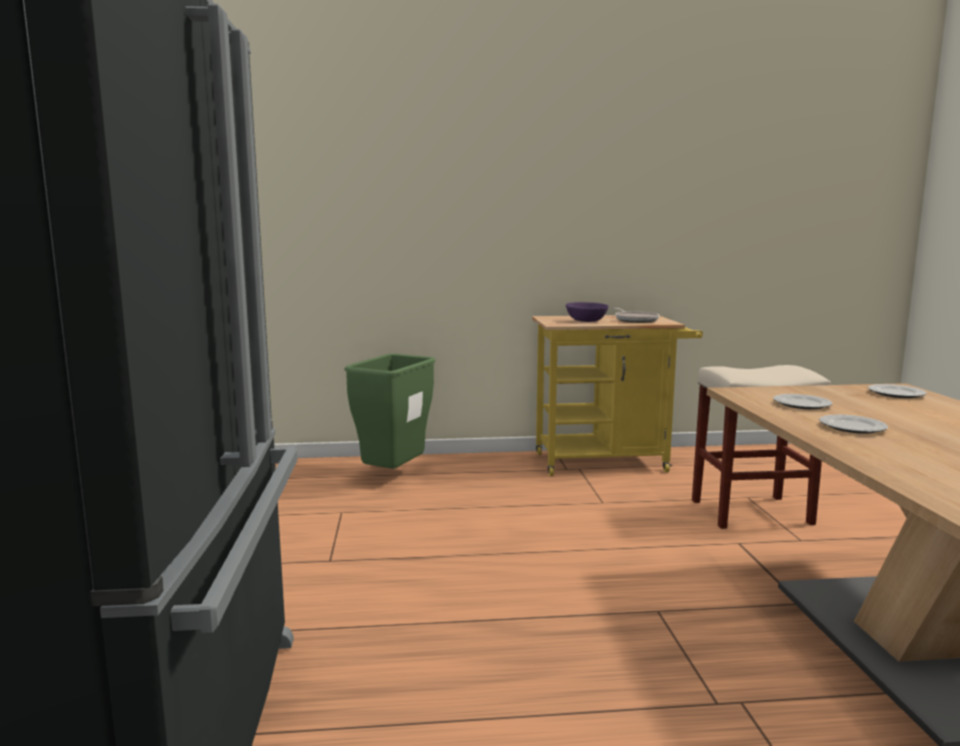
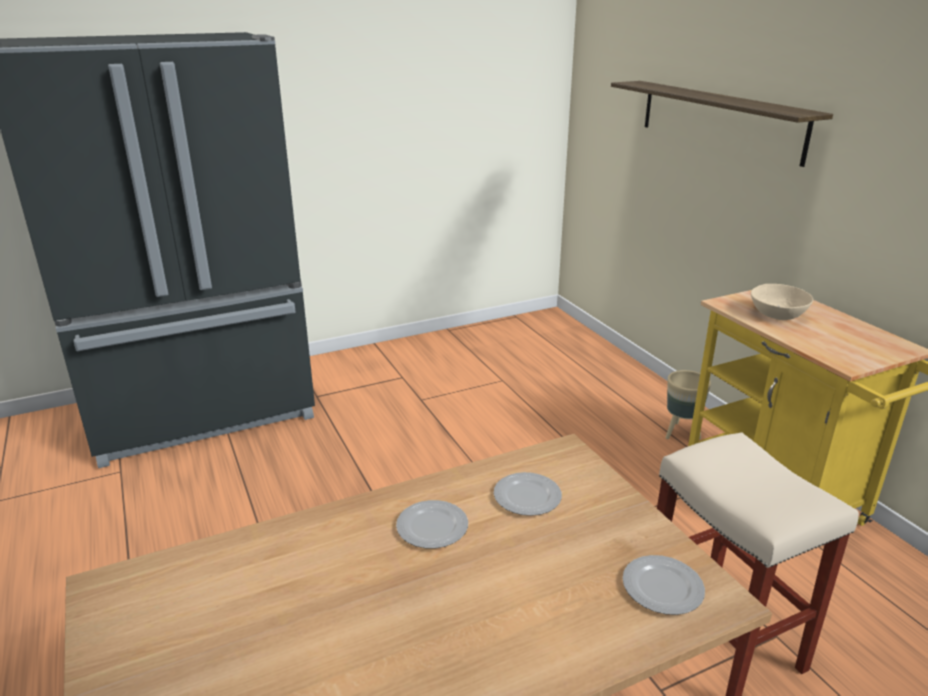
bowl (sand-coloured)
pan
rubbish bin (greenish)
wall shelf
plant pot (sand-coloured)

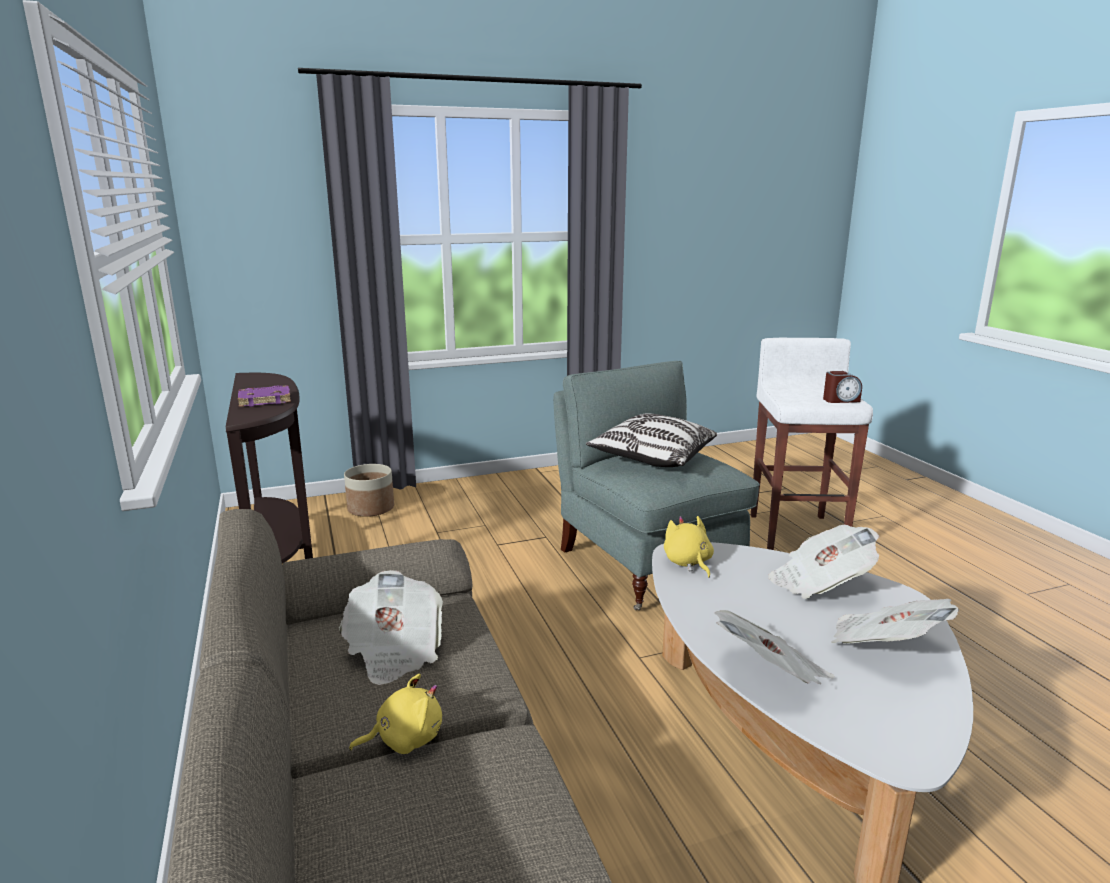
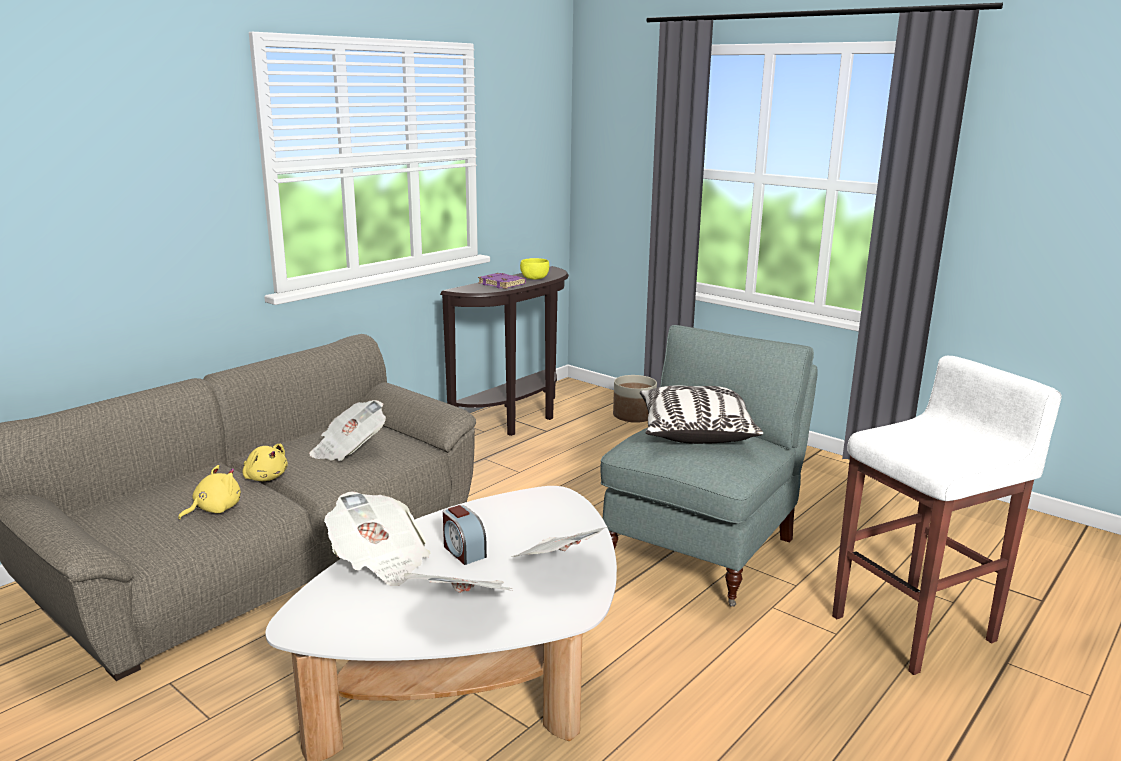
table clock
cuddly toy (yellow-coloured) (no. 1 from left)
bowl (yellow-coloured)

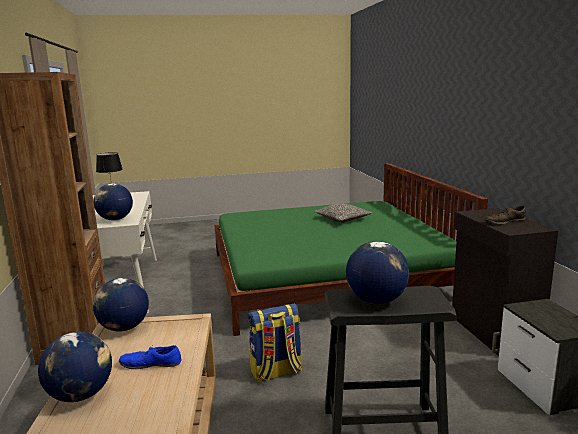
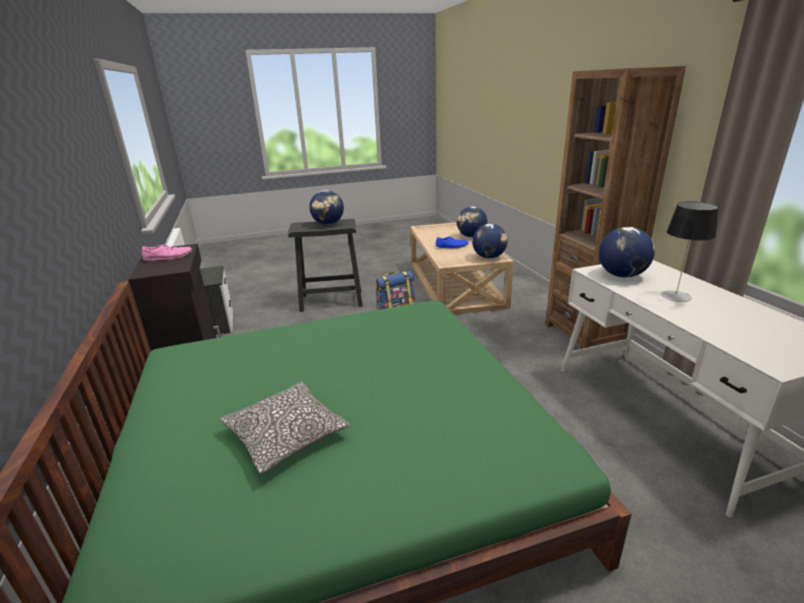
item of footwear (pink)

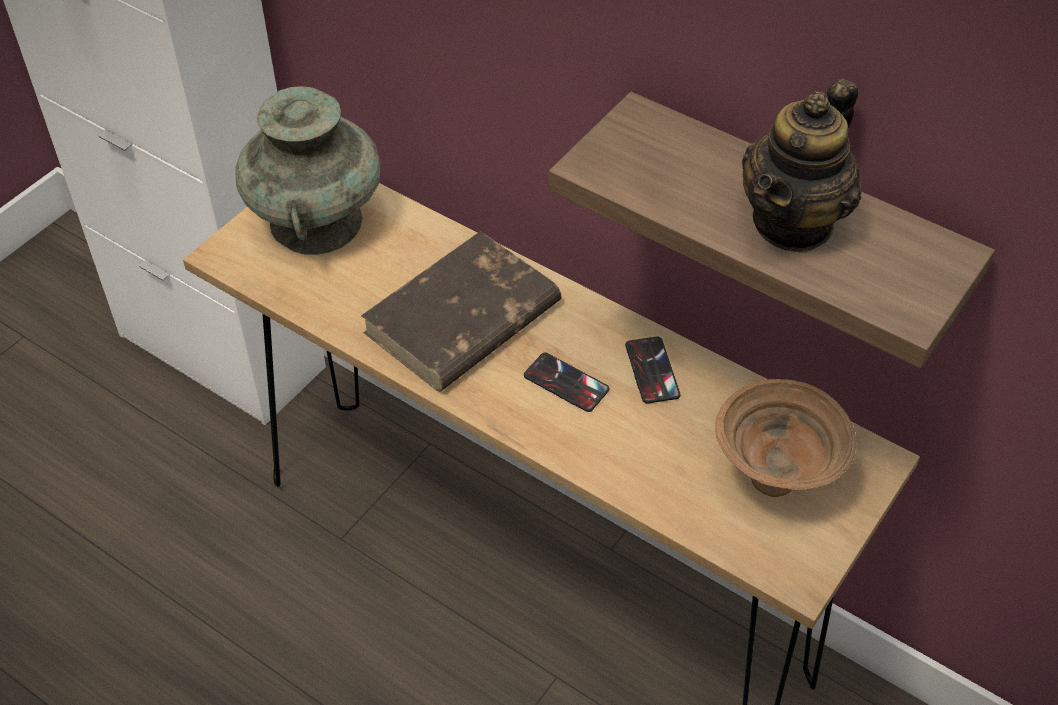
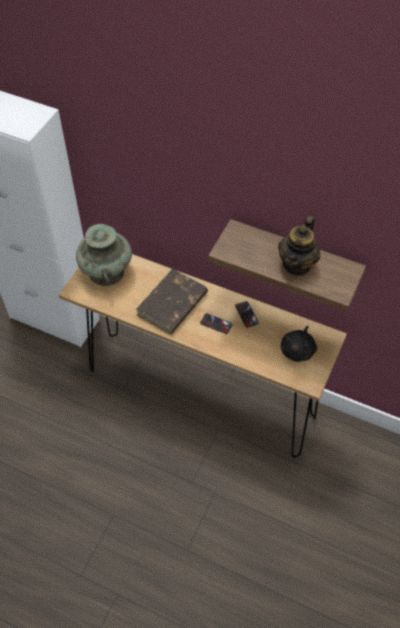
cuddly toy (black)

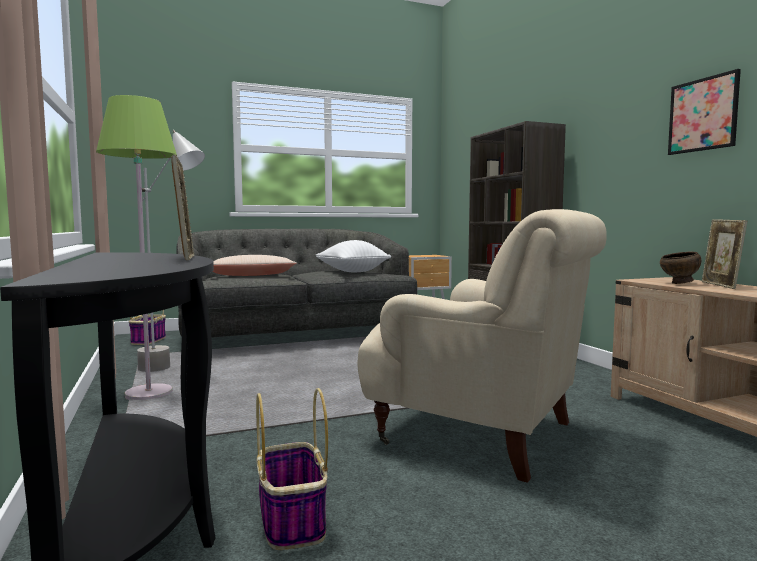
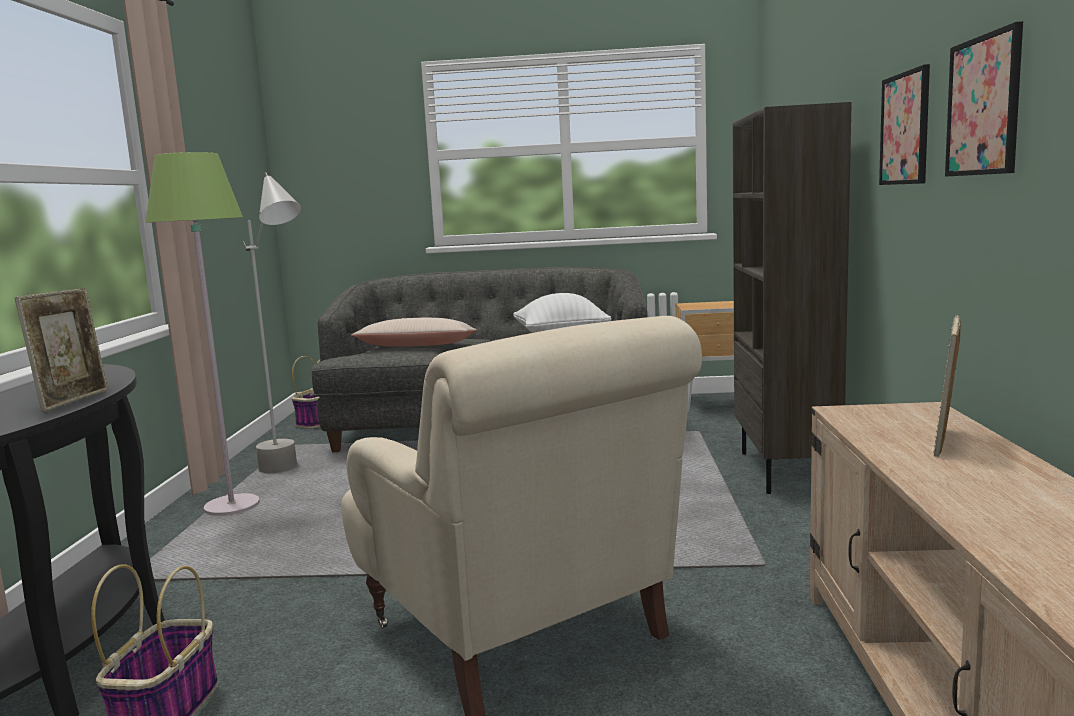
bowl (brown)
picture (no. 1 from left)

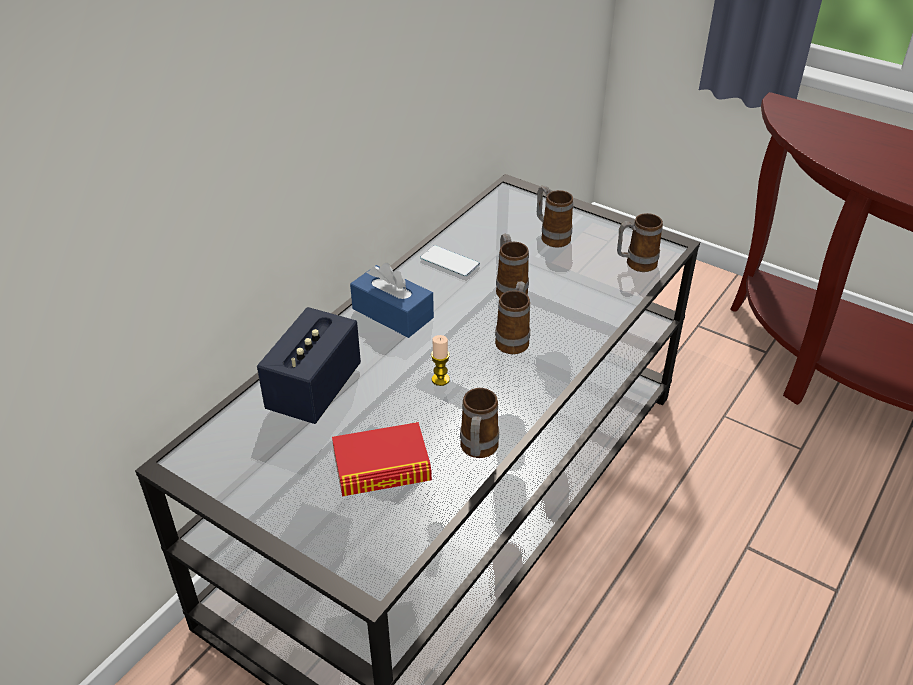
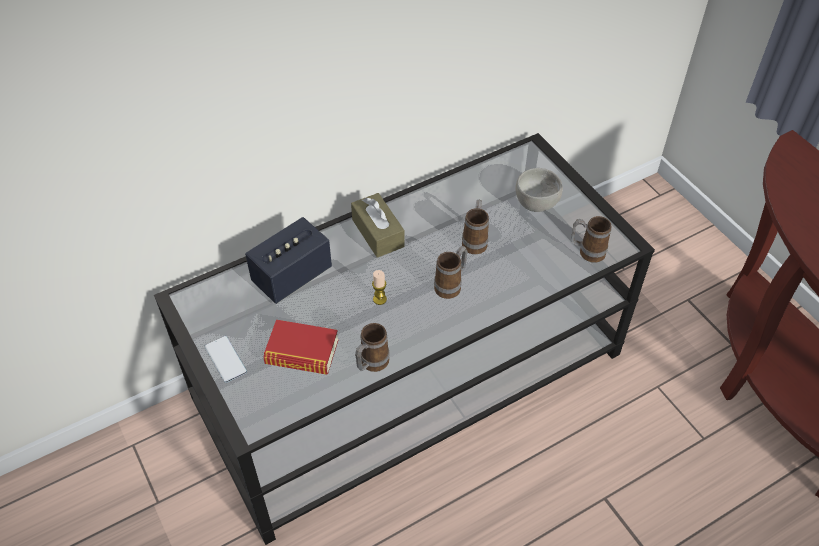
bowl (gray)
telephone
box of tissues (brown)

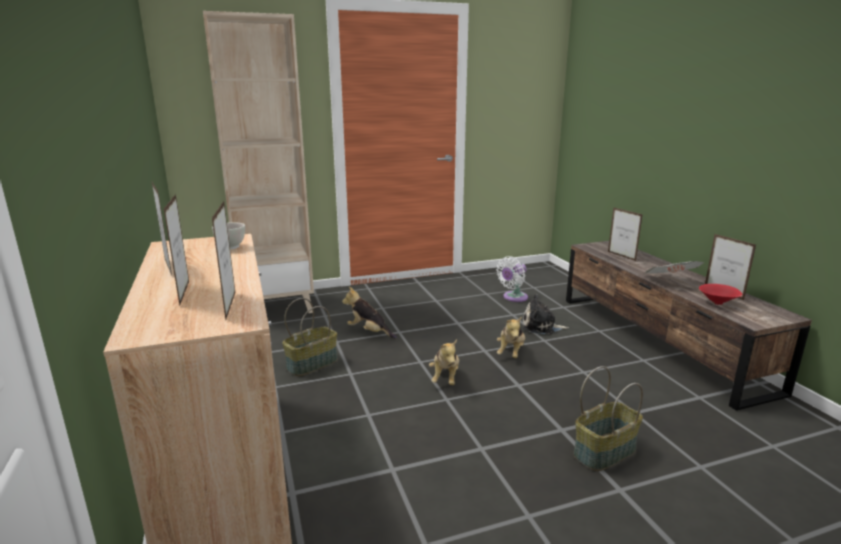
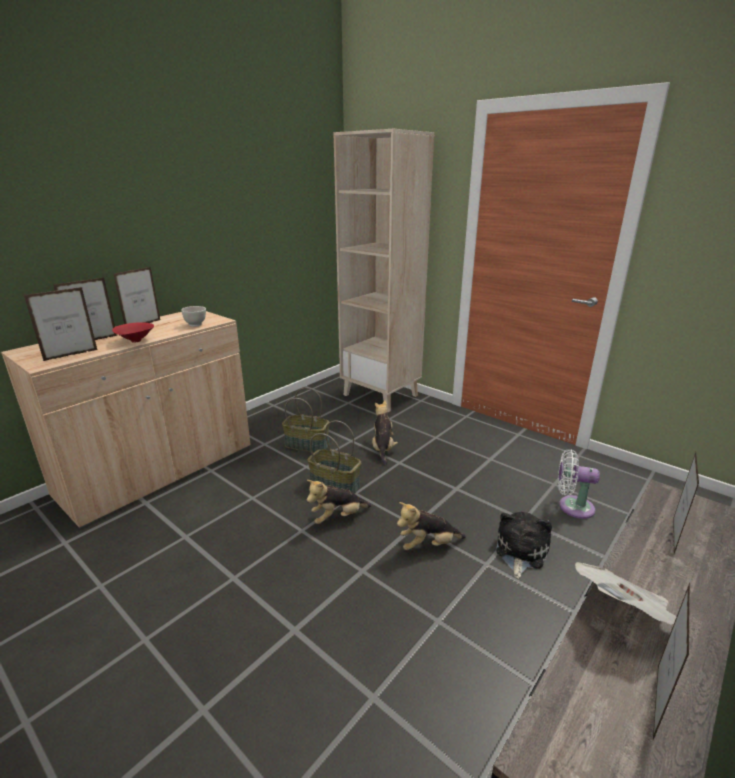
bowl (reddish)
cuddly toy (no. 4 from left)
storage basket (no. 2 from left)

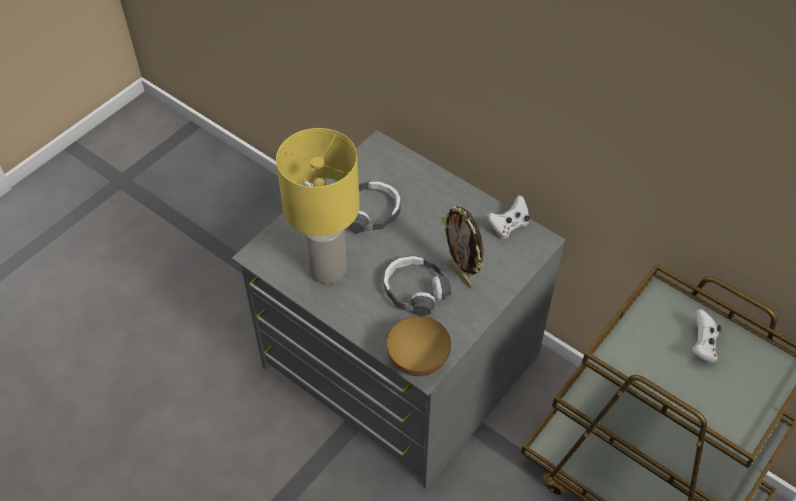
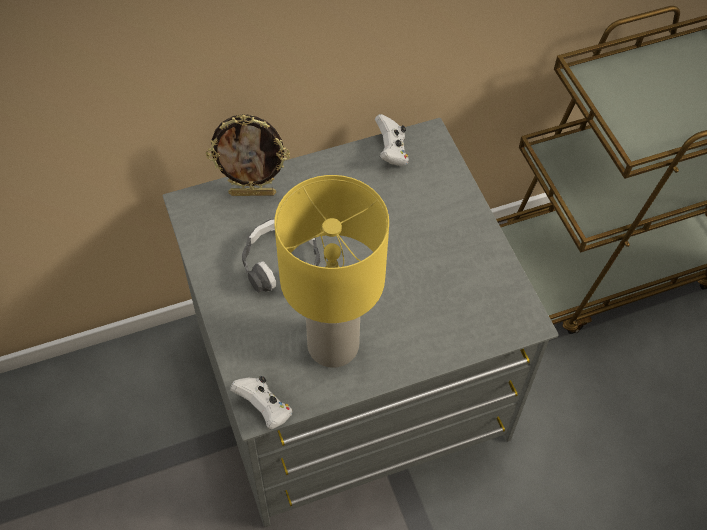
picture frame
headphones (no. 2 from left in the first image)
gamepad (white-coloured) (no. 1 from left)
bowl

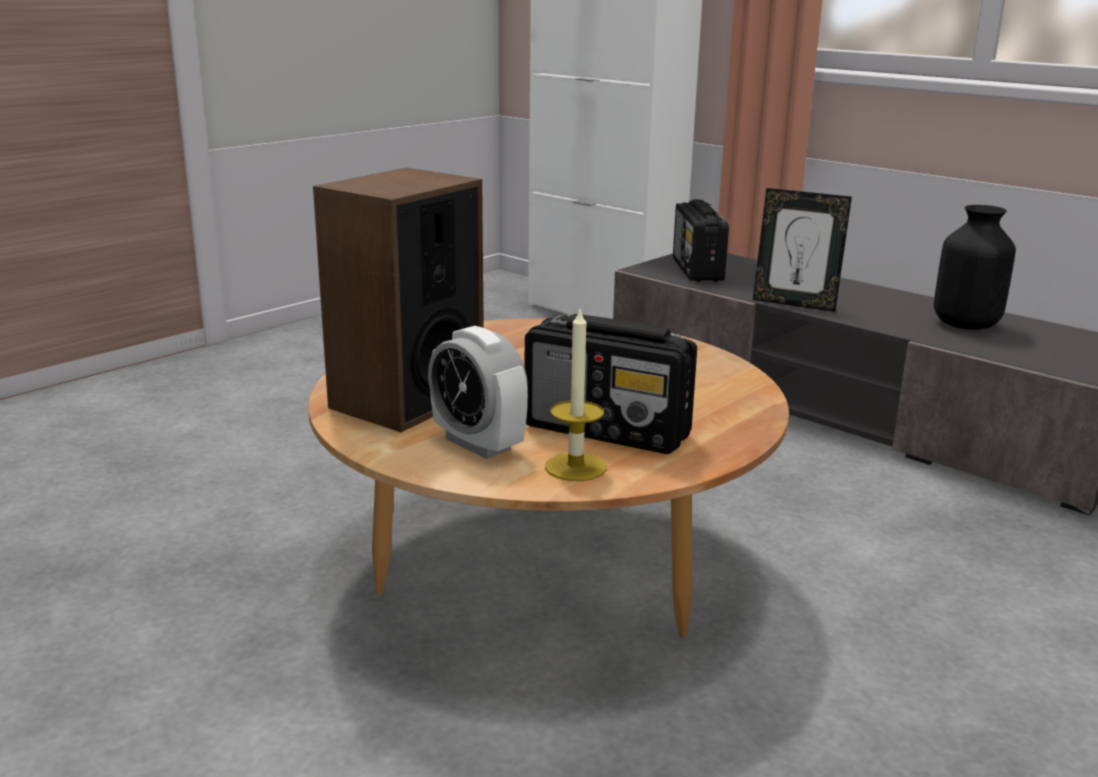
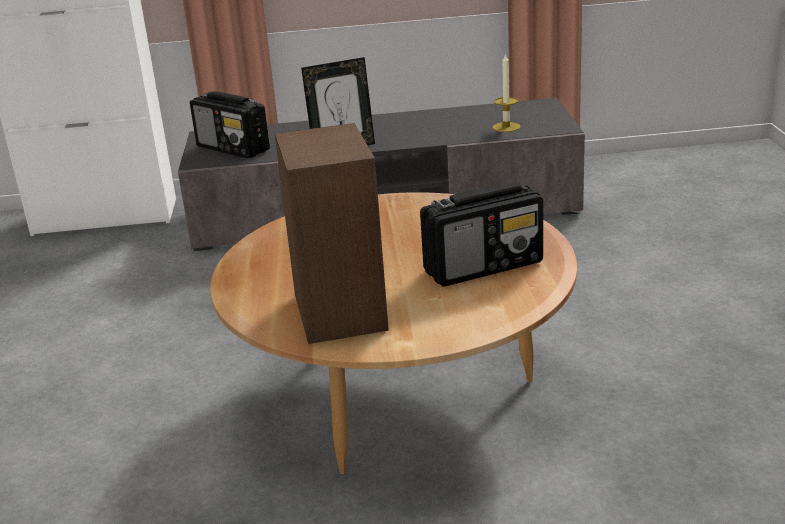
flower vase (black)
wax light
table clock

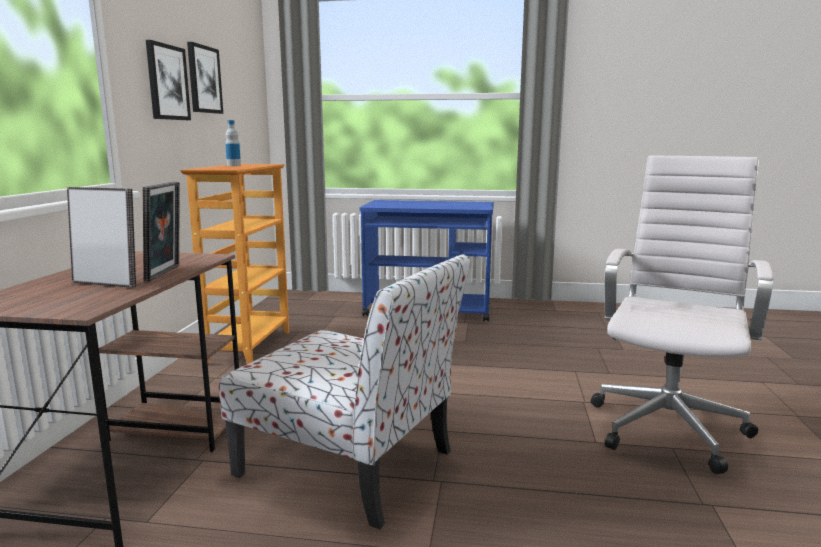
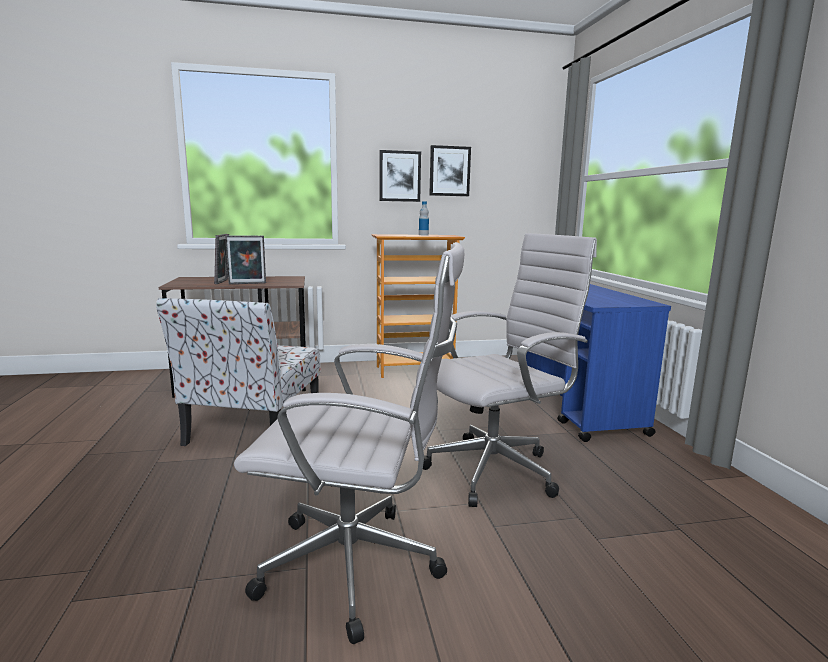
office chair (white-coloured) (no. 2 from left)

